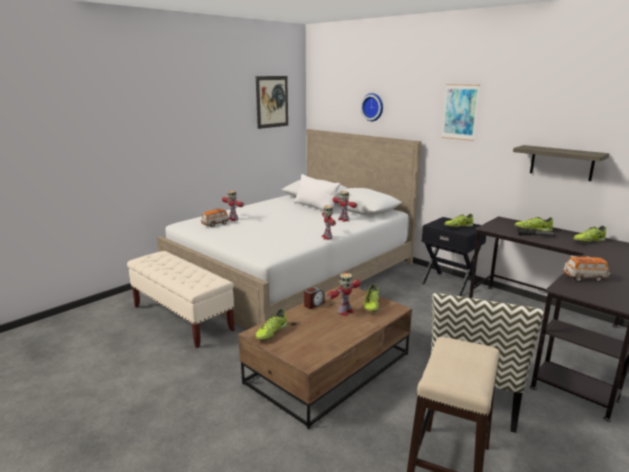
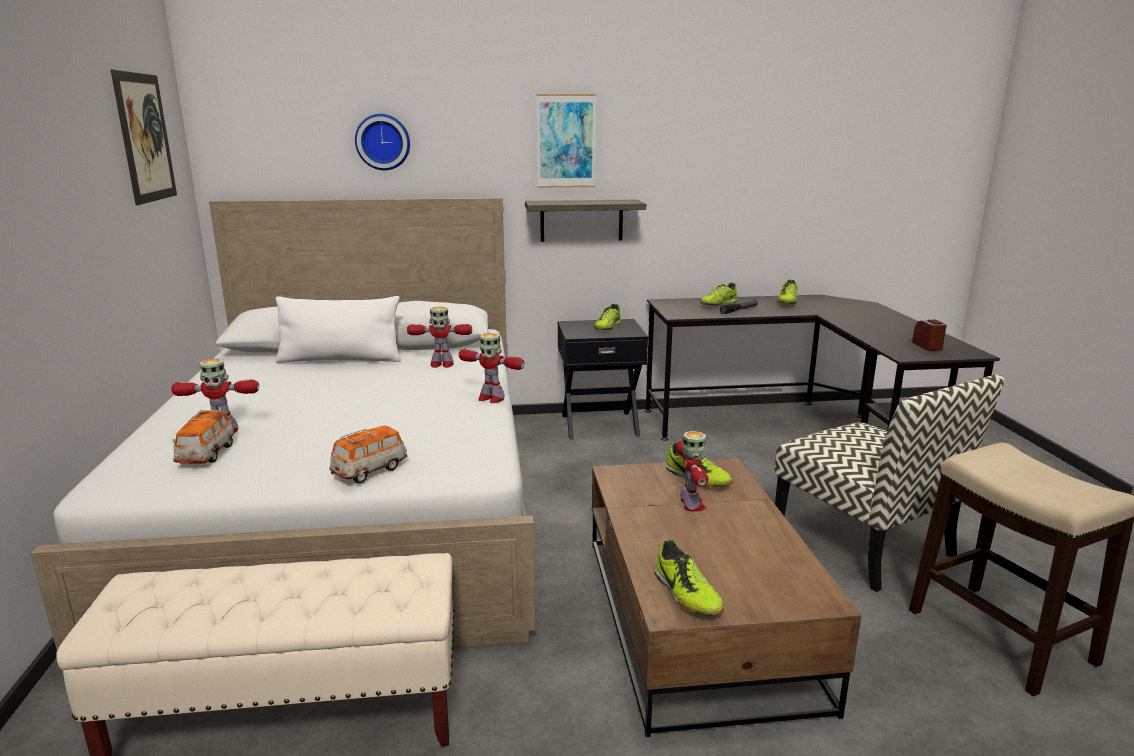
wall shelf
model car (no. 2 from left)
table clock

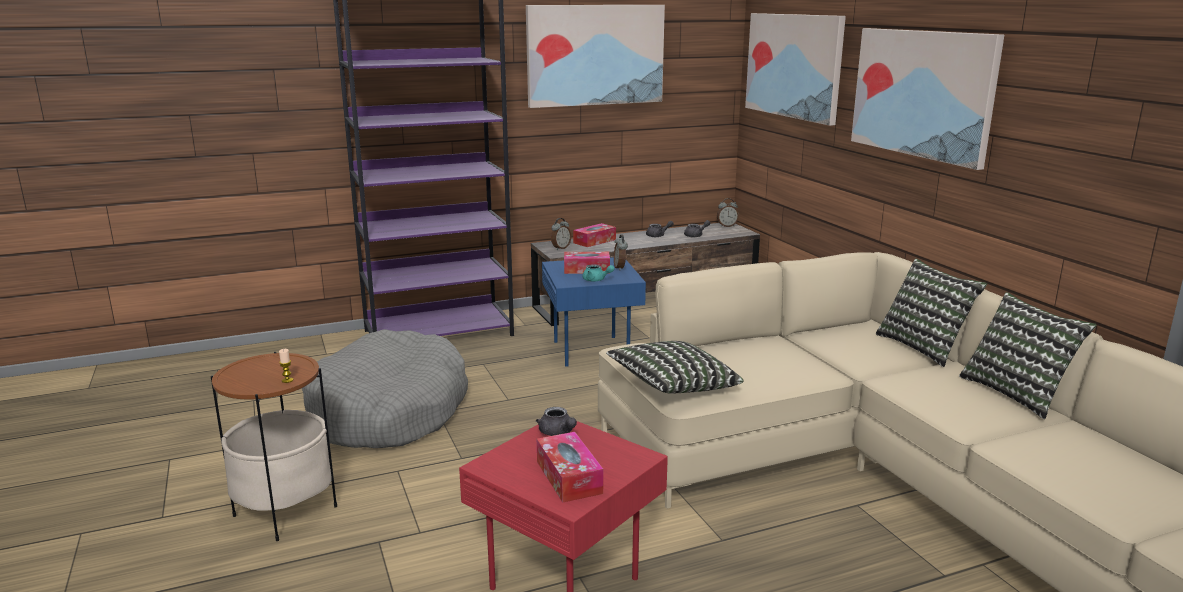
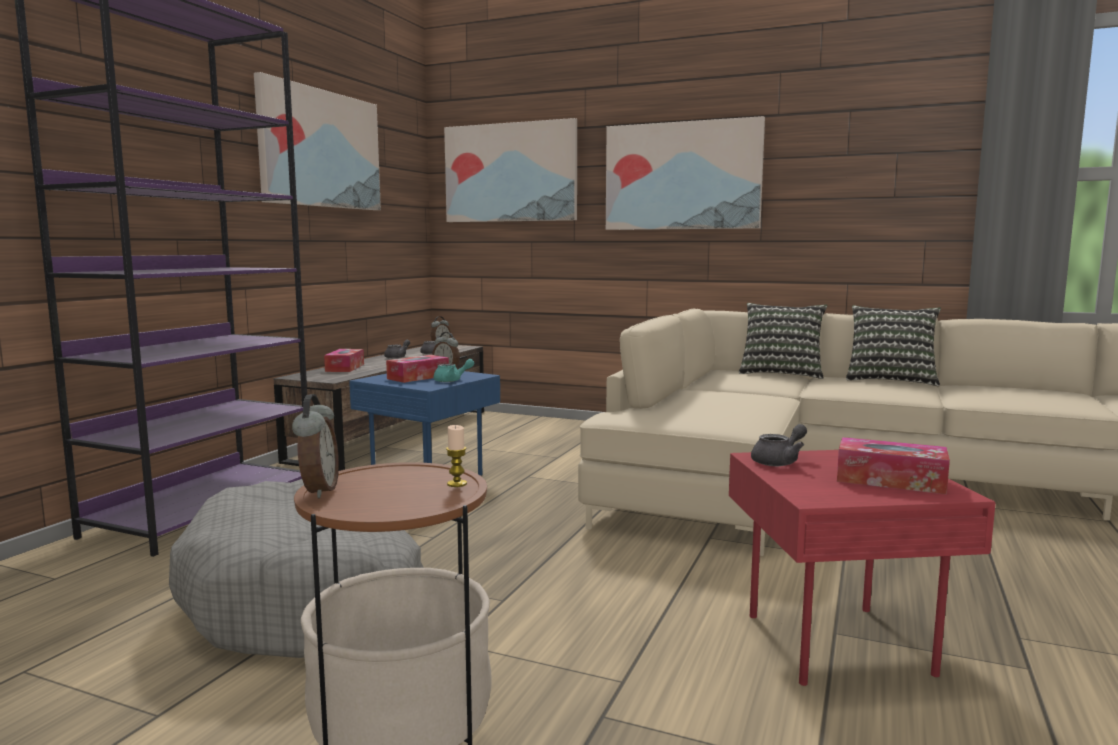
table clock (no. 1 from left)
throw pillow (no. 1 from left in the first image)
tea pot (gray) (no. 3 from left)

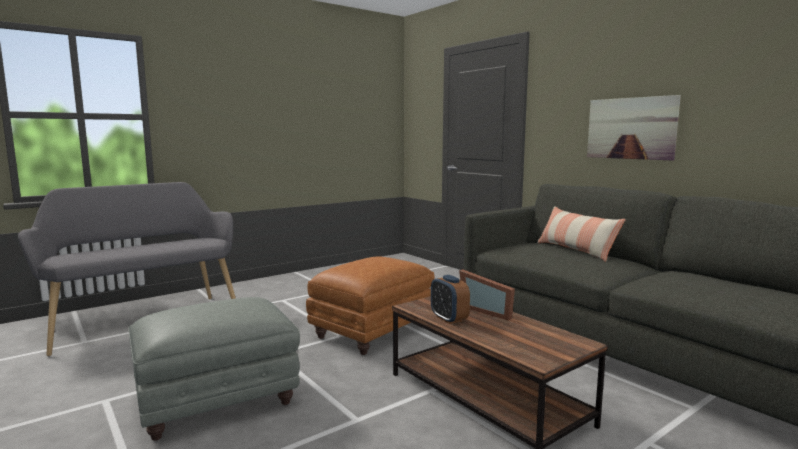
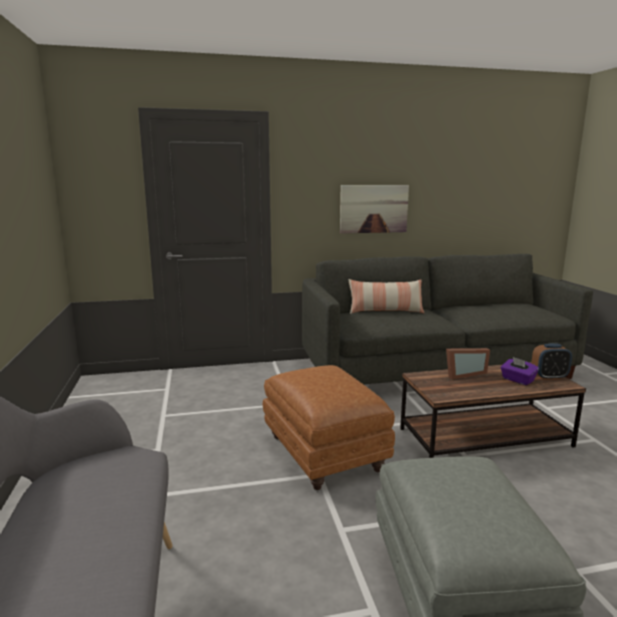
table clock
box of tissues (purple-coloured)

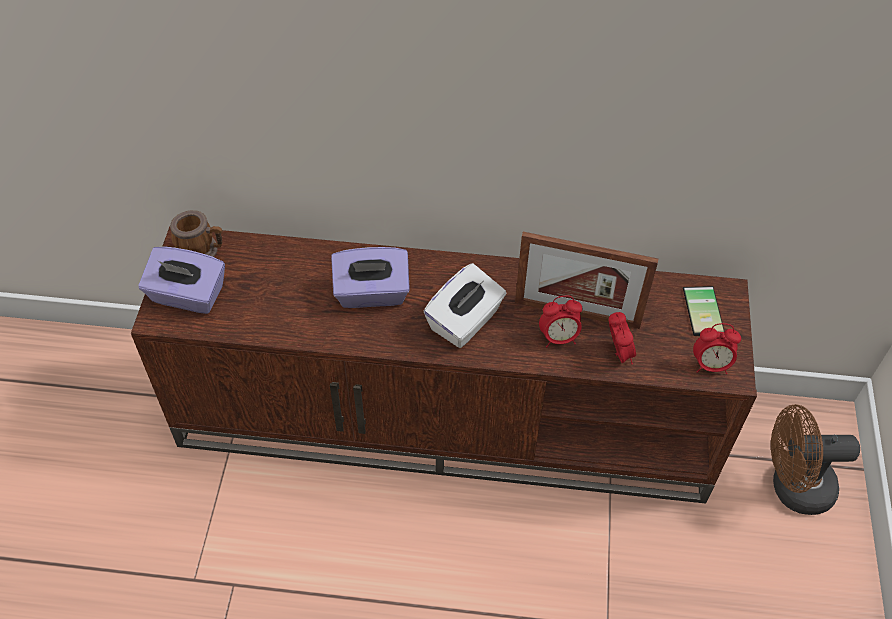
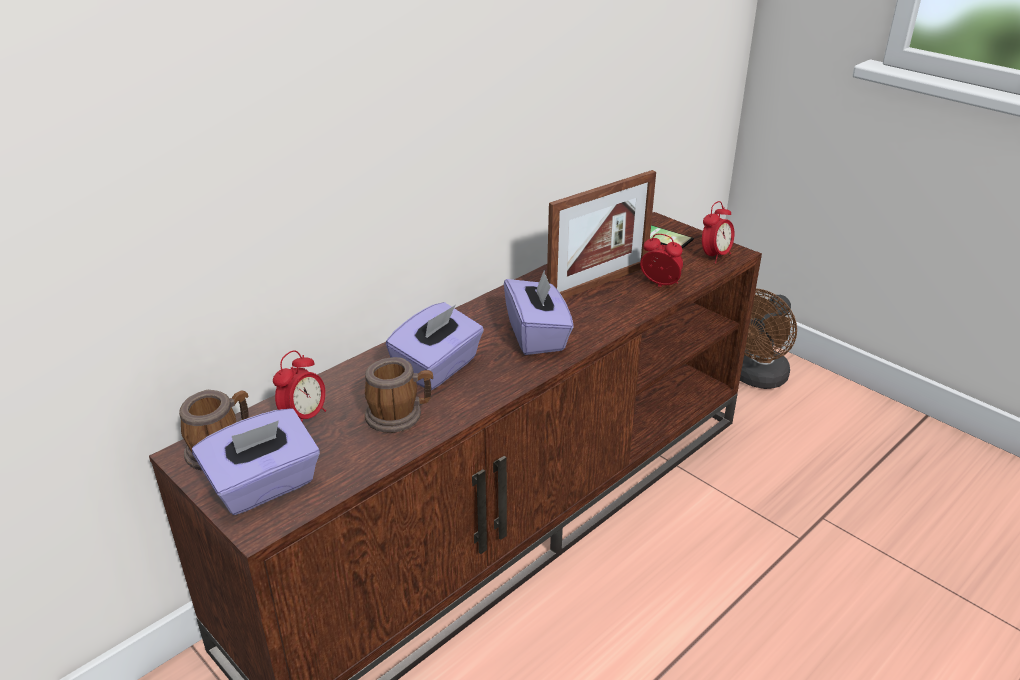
box of tissues (purple-coloured) (no. 3 from left)
table clock (no. 1 from left)
mug (no. 2 from left)

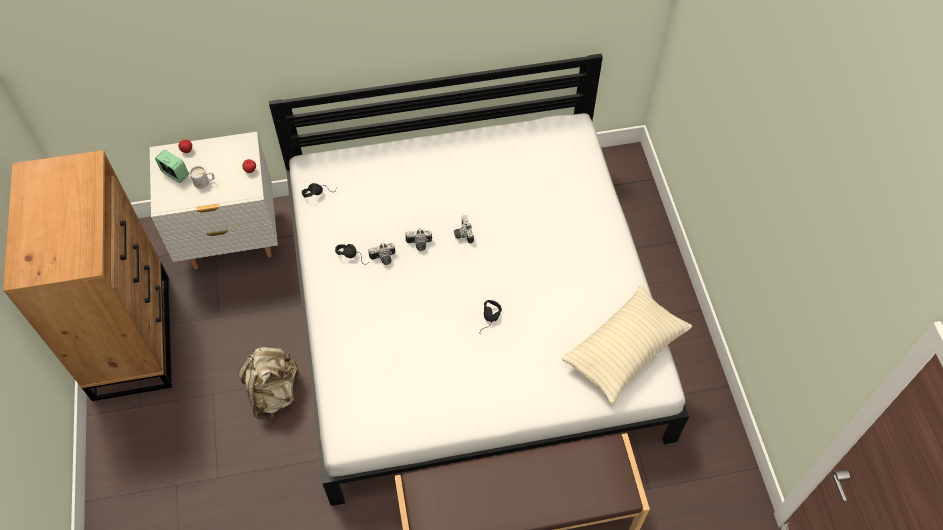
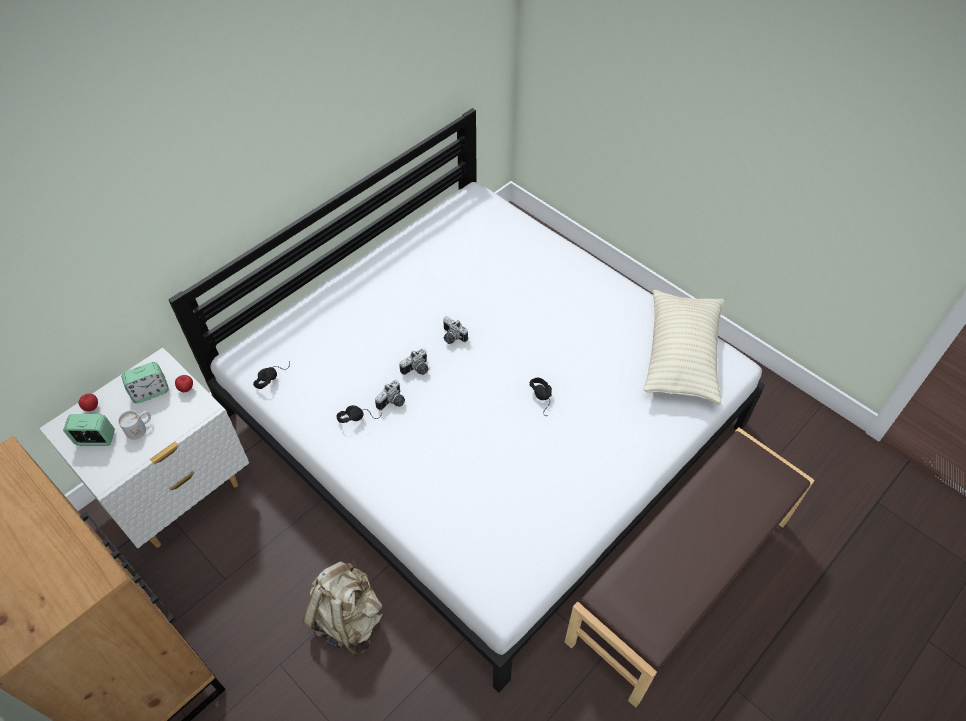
table clock (no. 2 from left)

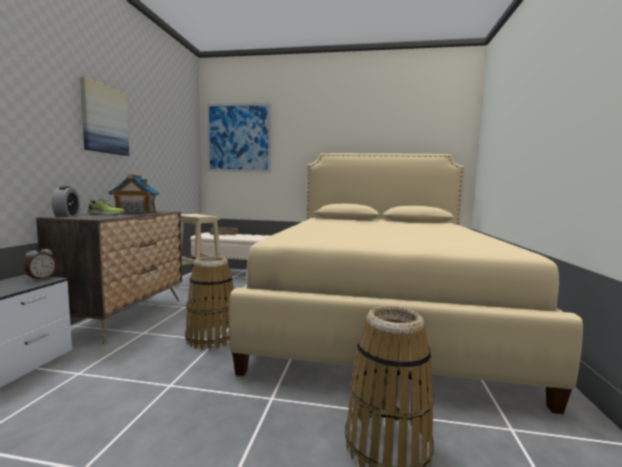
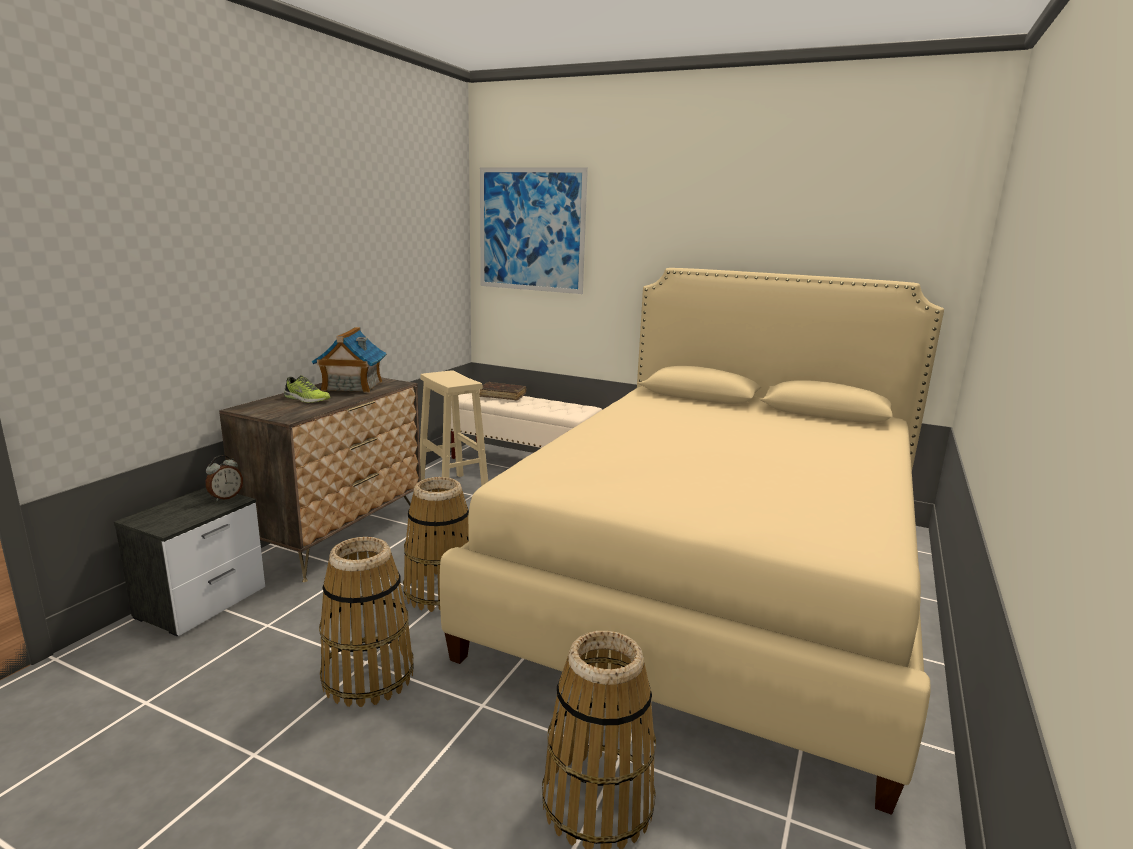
picture (no. 1 from left in the first image)
table clock (no. 2 from left in the first image)
storage basket (no. 1 from left)

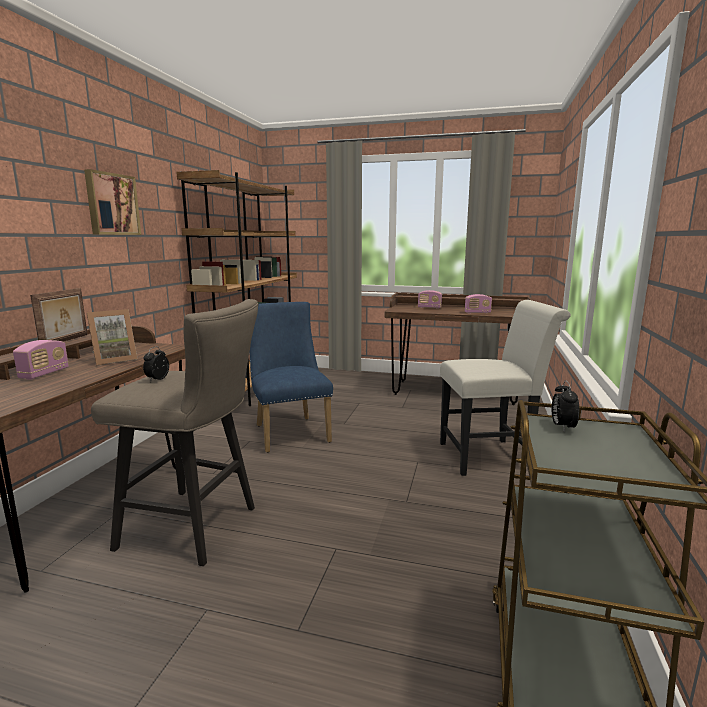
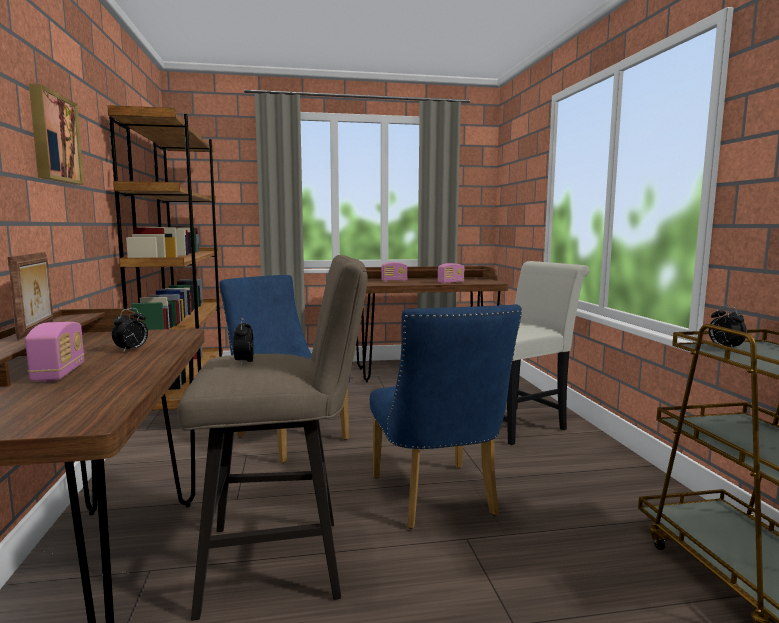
table clock (no. 1 from left)
plain chair (blue-coloured) (no. 2 from left)

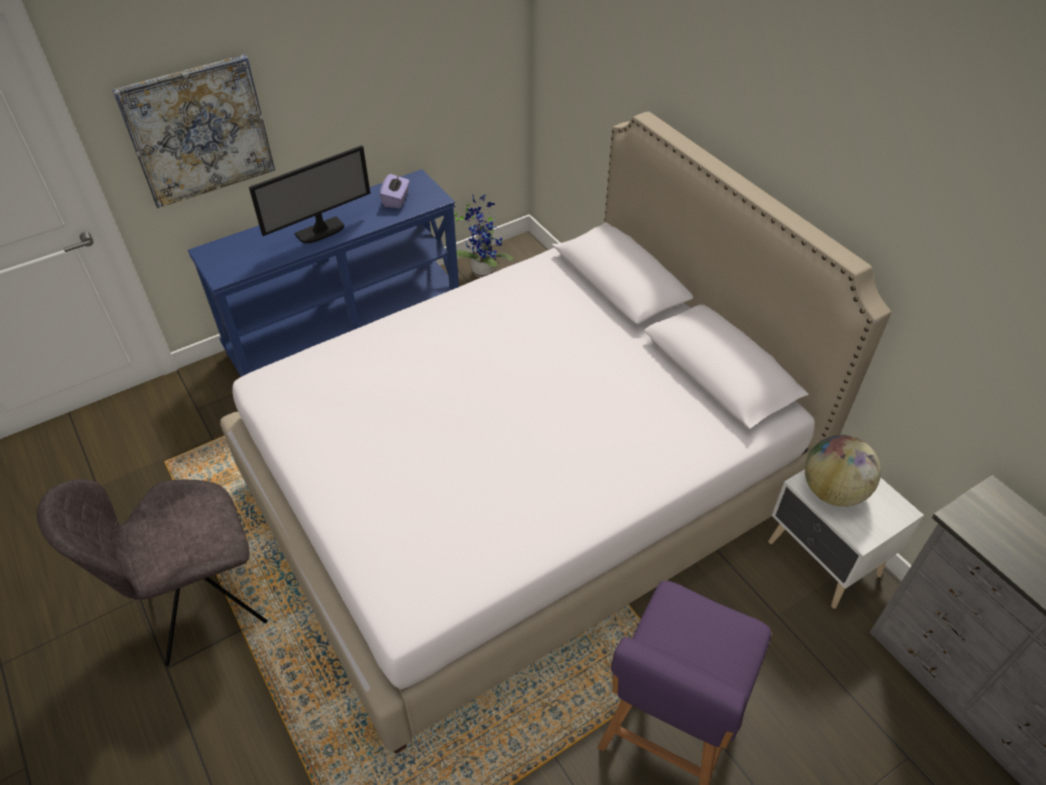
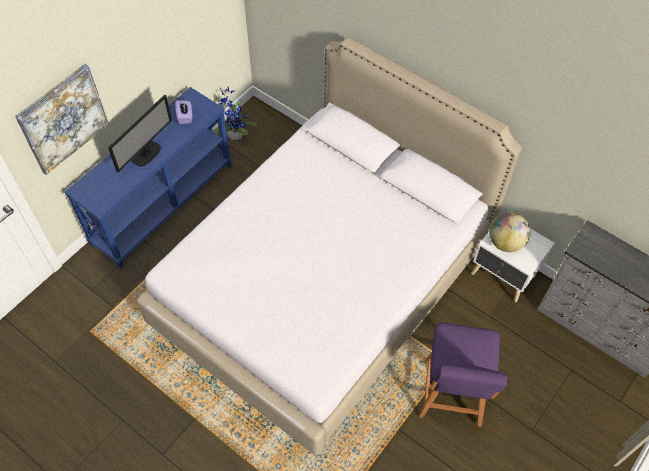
plain chair (gray)

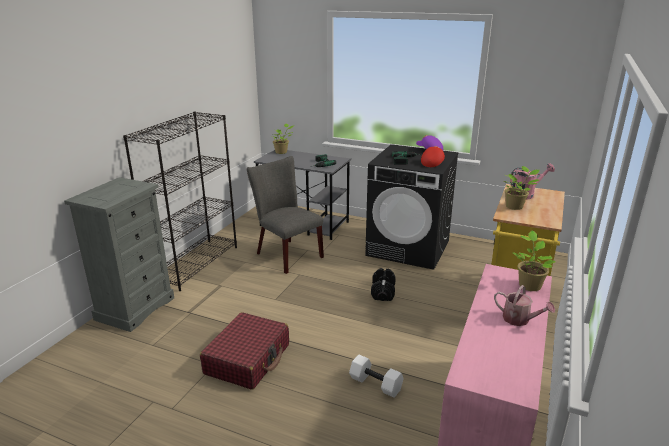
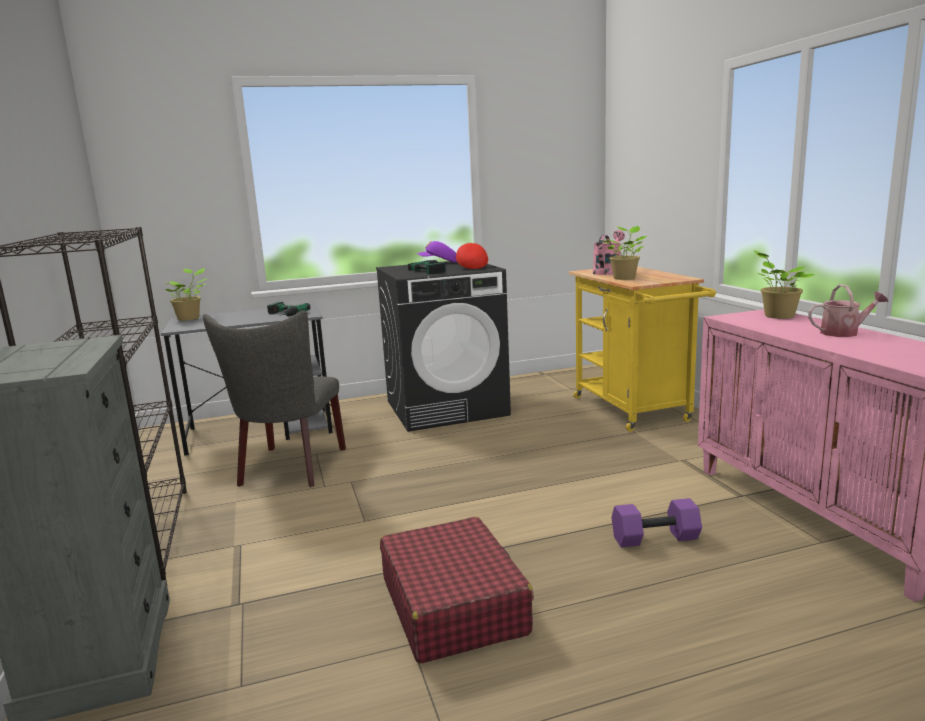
plain chair (gray)
dumbbell (black)
dumbbell (purple-coloured)

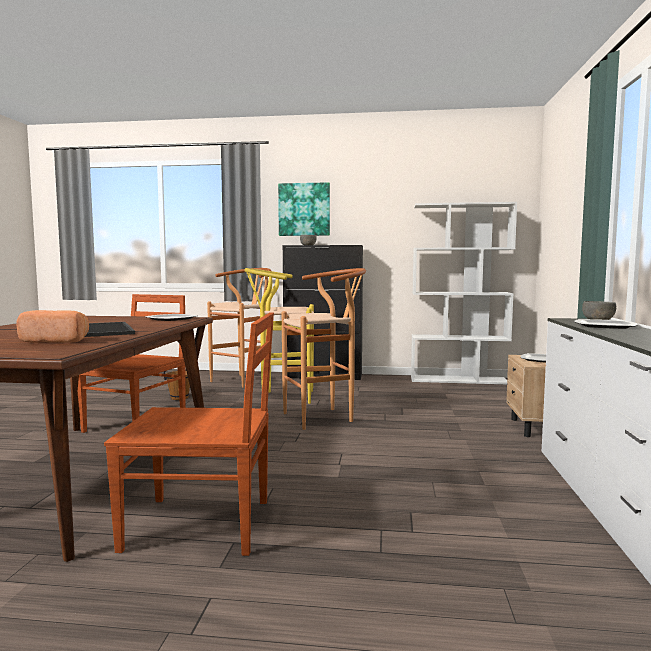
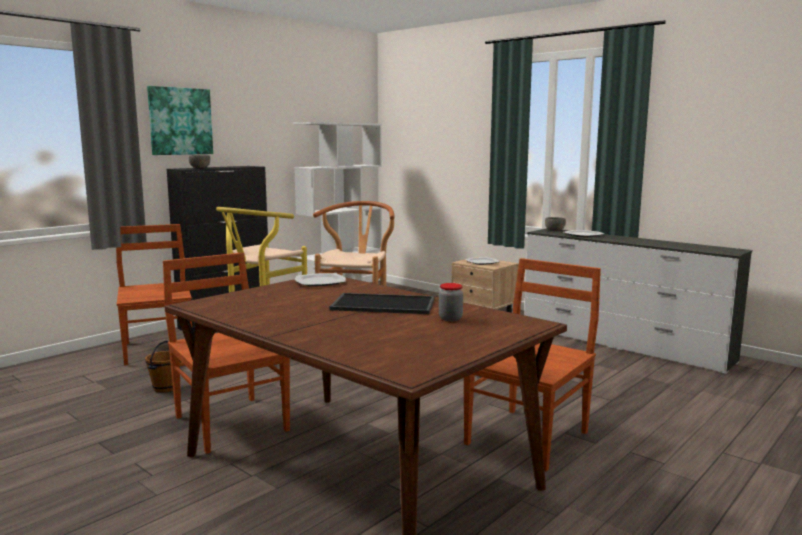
plain chair (brown) (no. 1 from left)
jar

